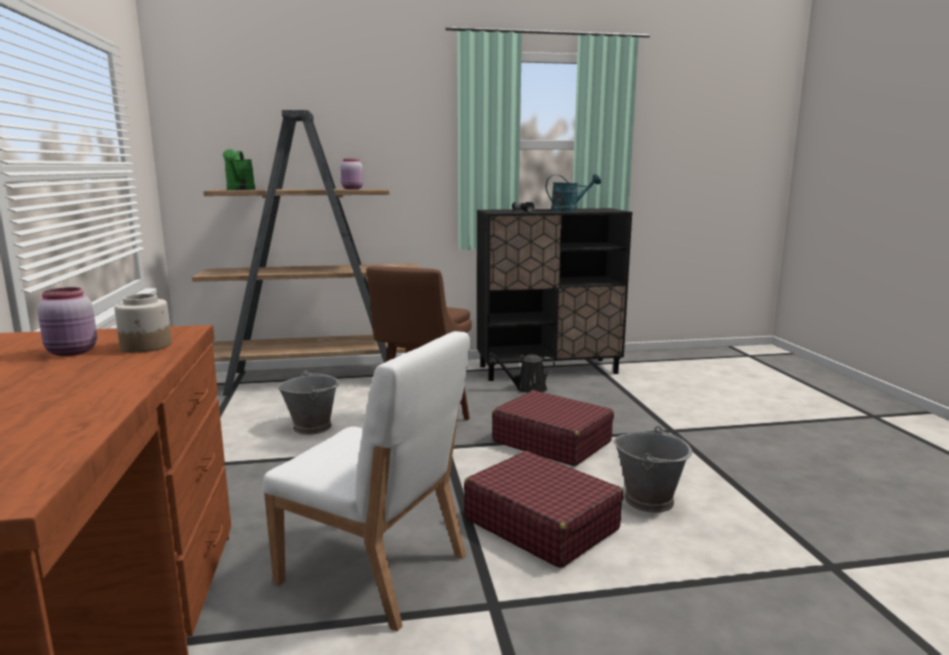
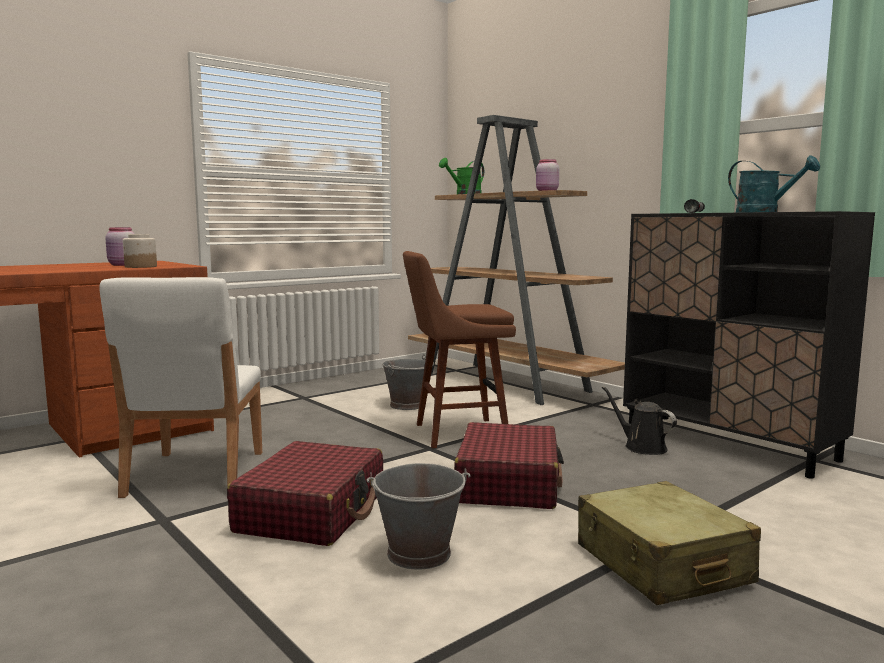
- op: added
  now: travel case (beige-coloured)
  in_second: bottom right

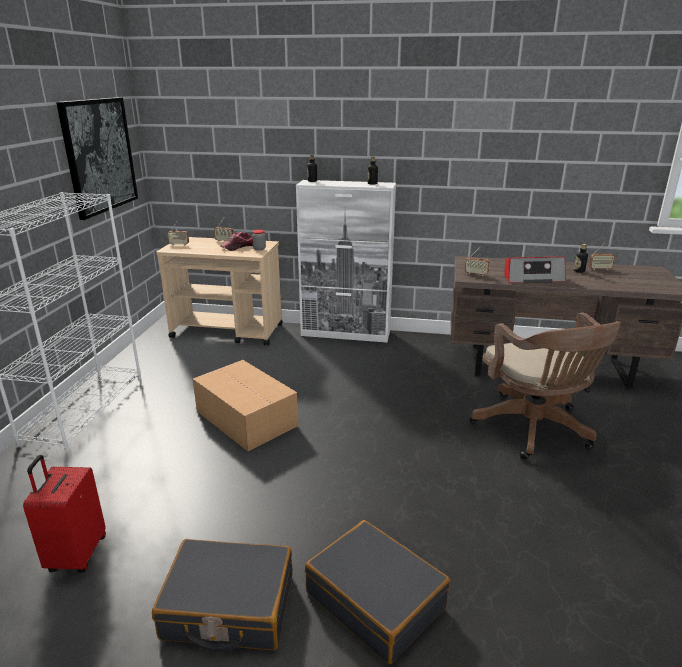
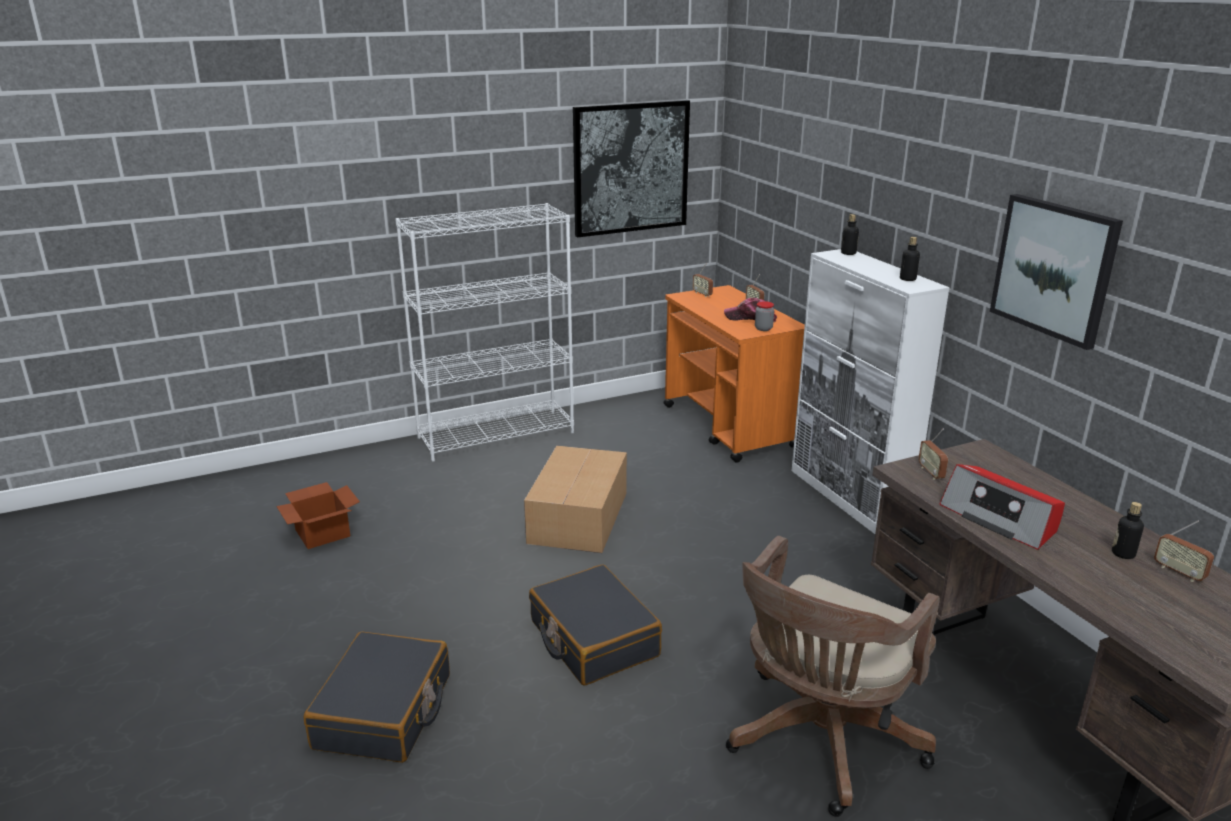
- op: replaced
  was: travel case (reddish)
  now: carton (1st from left)
  in_first: bottom left
  in_second: middle left
- op: moved
  was: travel case (blackish) (1st from left in the first image)
  now: travel case (blackish) (2nd from left)
  in_first: bottom left
  in_second: bottom centre
- op: recoloured
  was: trolley (beige-coloured)
  now: trolley (orange)
  in_first: middle left
  in_second: centre
- op: added
  now: picture (2nd from left)
  in_second: top right

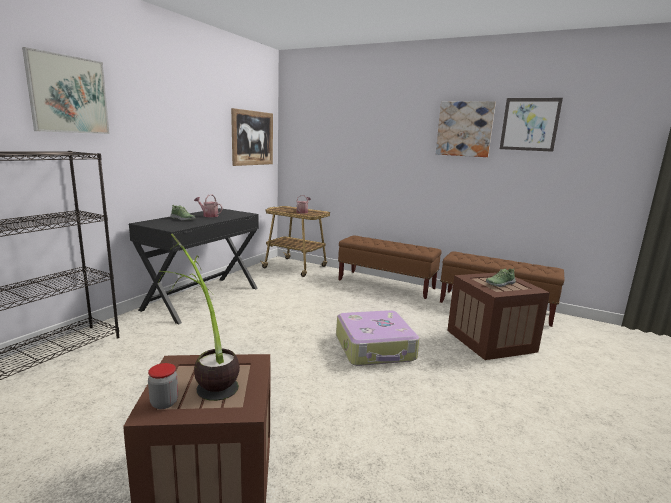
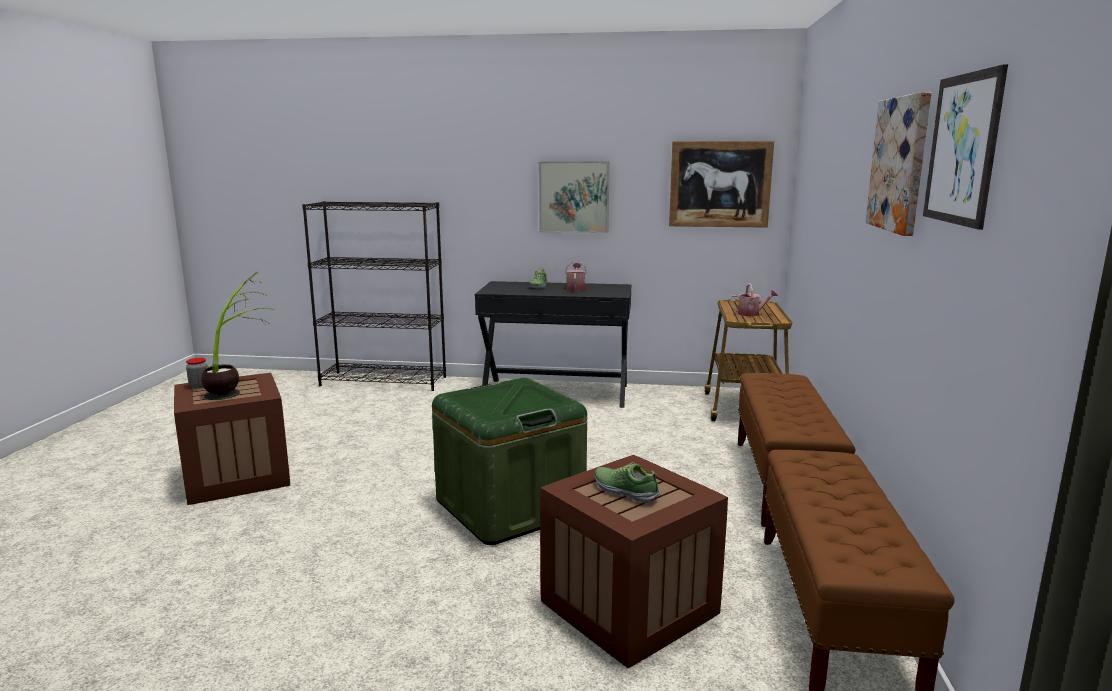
- op: moved
  was: picture (1st from left)
  in_first: top left
  in_second: top centre
- op: replaced
  was: travel case
  now: storage bin (greenish)
  in_first: bottom centre
  in_second: bottom centre

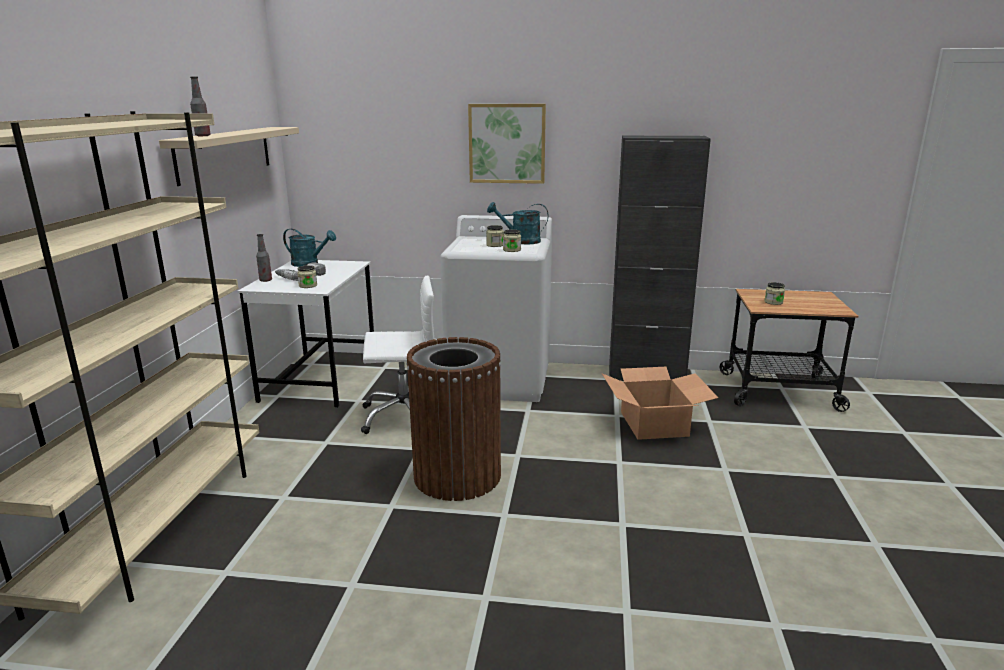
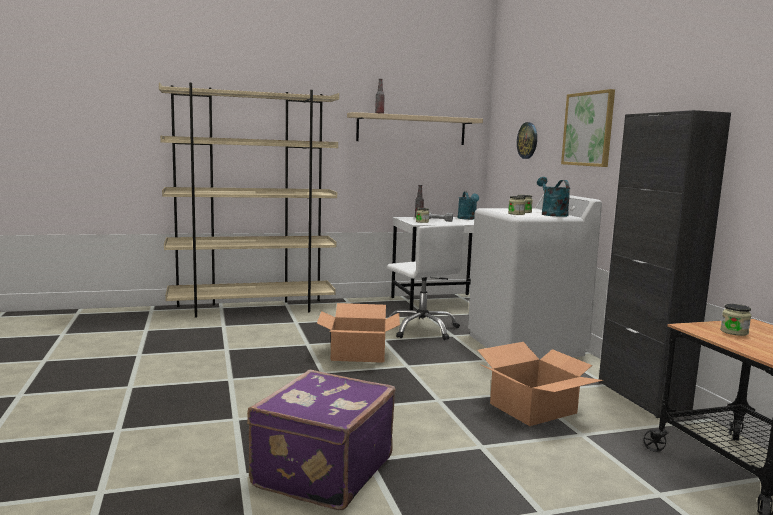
- op: replaced
  was: trash can (brownish)
  now: carton (1st from left)
  in_first: centre
  in_second: centre
- op: added
  now: travel case (purple-coloured)
  in_second: bottom centre
- op: added
  now: clock on the wall
  in_second: top right

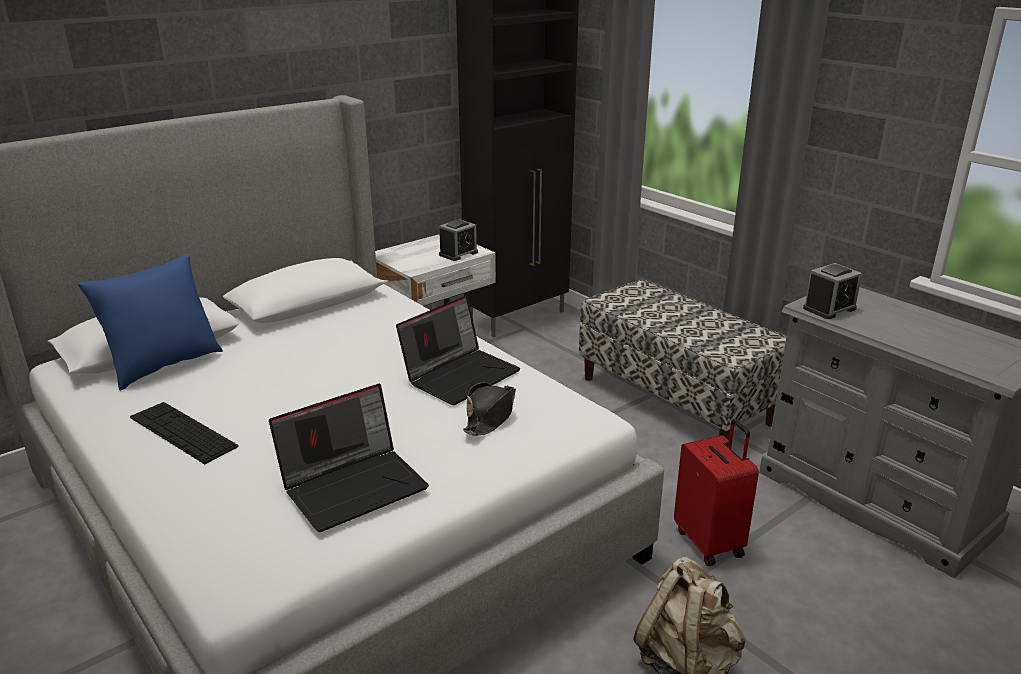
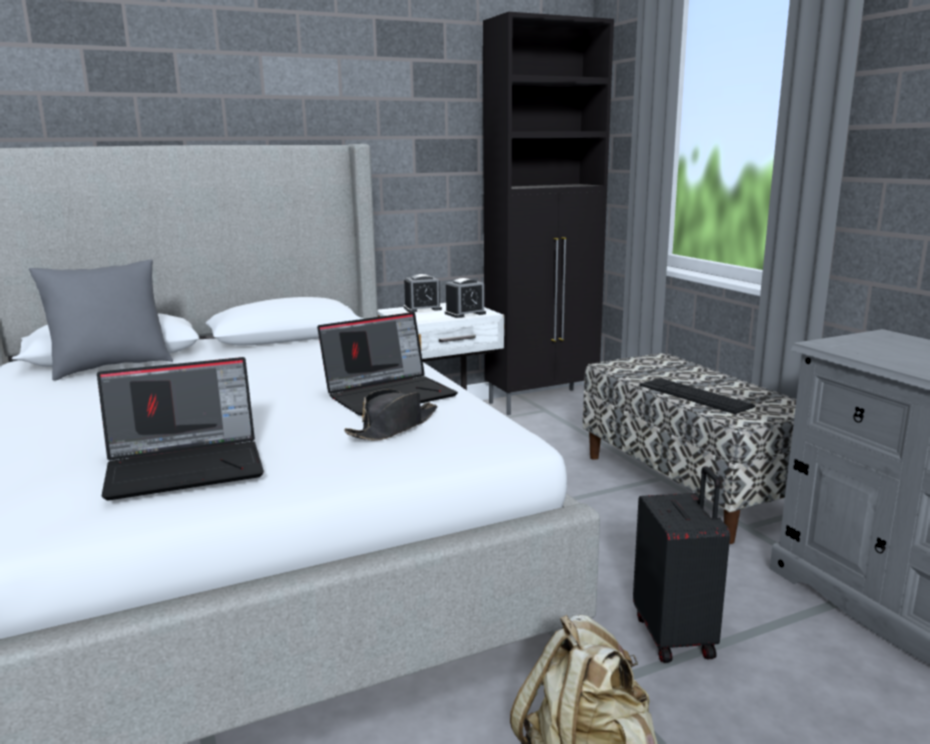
- op: recoloured
  was: pillow (blue)
  now: pillow (grey)
  in_first: middle left
  in_second: middle left
- op: moved
  was: PC keyboard
  in_first: middle left
  in_second: middle right
- op: recoloured
  was: travel case (reddish)
  now: travel case (blackish)
  in_first: bottom right
  in_second: bottom right
- op: moved
  was: bedside clock (2nd from left in the first image)
  now: bedside clock (1st from left)
  in_first: middle right
  in_second: centre

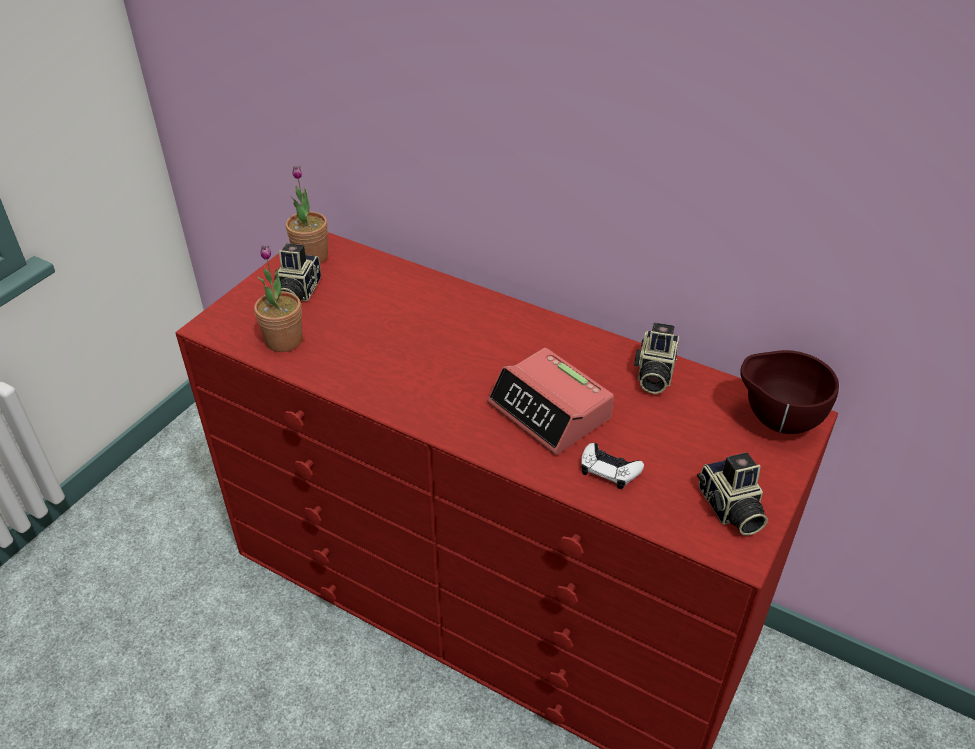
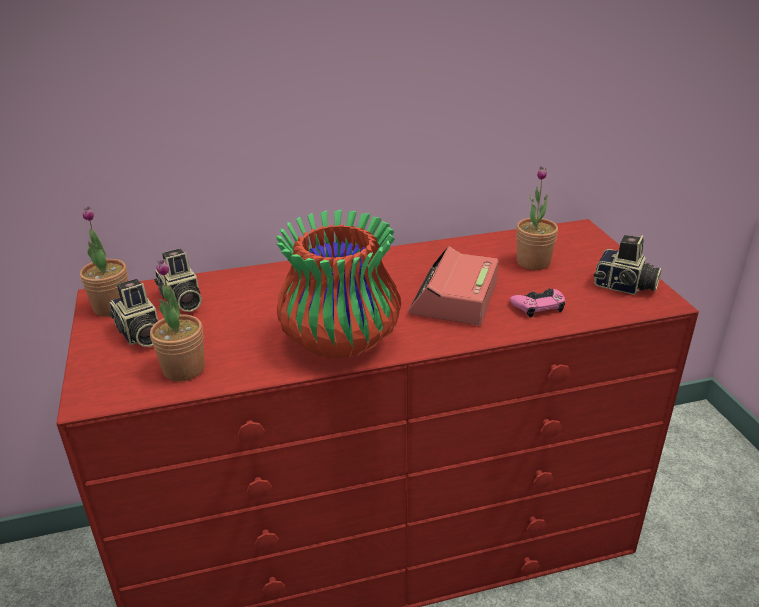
- op: turned
  was: bedside clock
  in_first: centre
  in_second: centre
  clockwise: 105
- op: recoloured
  was: joypad (white-coloured)
  now: joypad (pink-coloured)
  in_first: centre
  in_second: middle right
- op: moved
  was: still camera (2nd from left)
  in_first: middle right
  in_second: middle left
- op: removed
  was: bowl (brownish)
  in_first: middle right
- op: added
  now: vase
  in_second: centre
- op: added
  now: potted plant (3rd from left)
  in_second: middle right

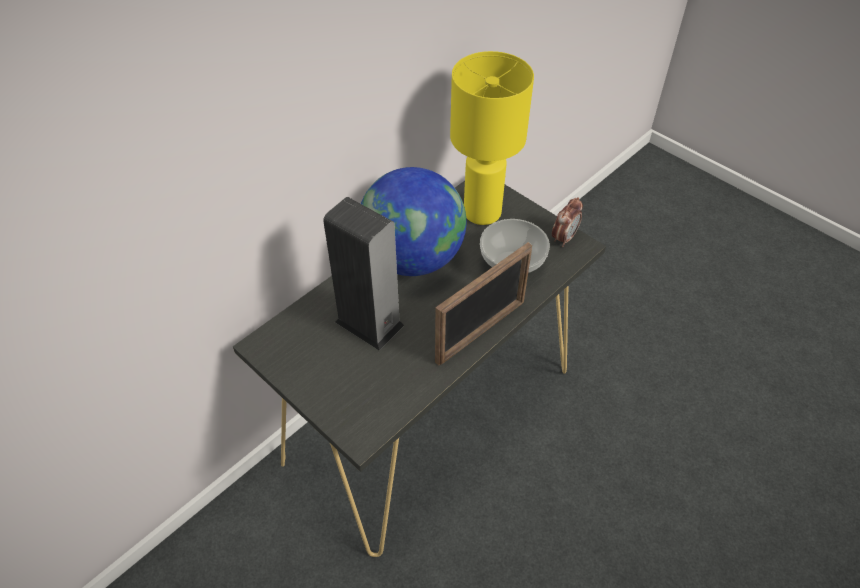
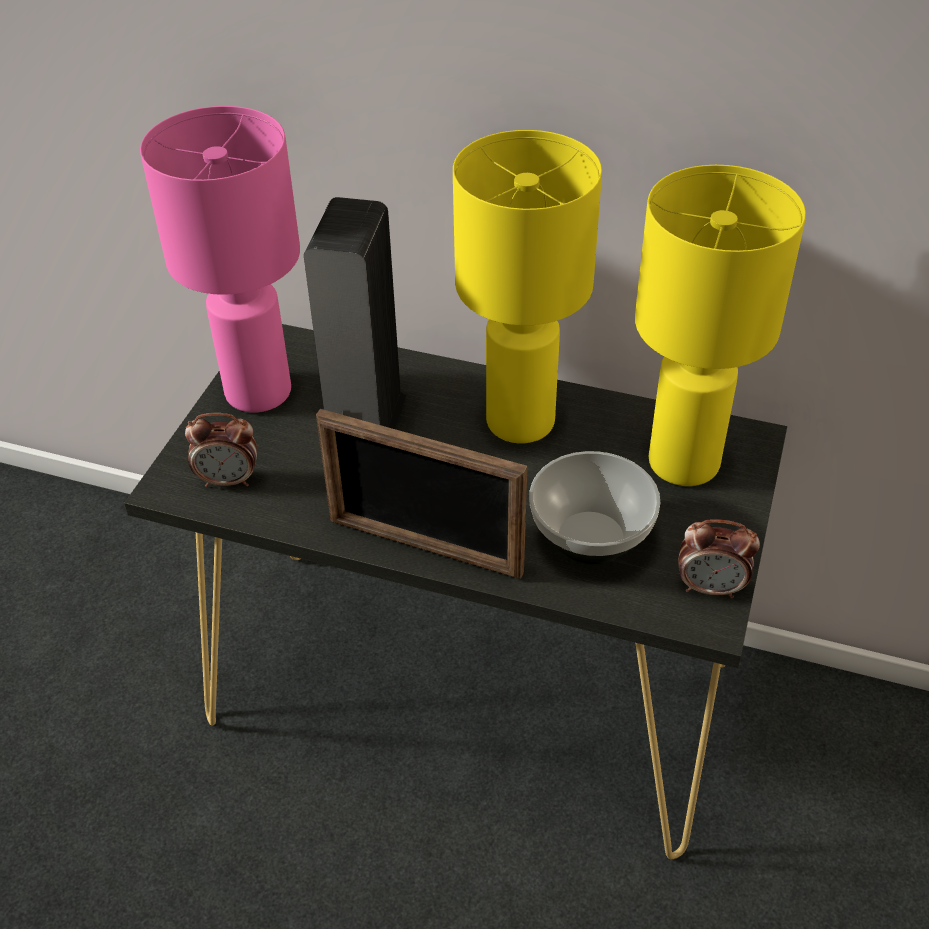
- op: replaced
  was: globe
  now: tabletop lamp (yellow) (1st from left)
  in_first: centre
  in_second: top centre
- op: added
  now: tabletop lamp (pink-coloured)
  in_second: top left
- op: added
  now: bedside clock (1st from left)
  in_second: middle left

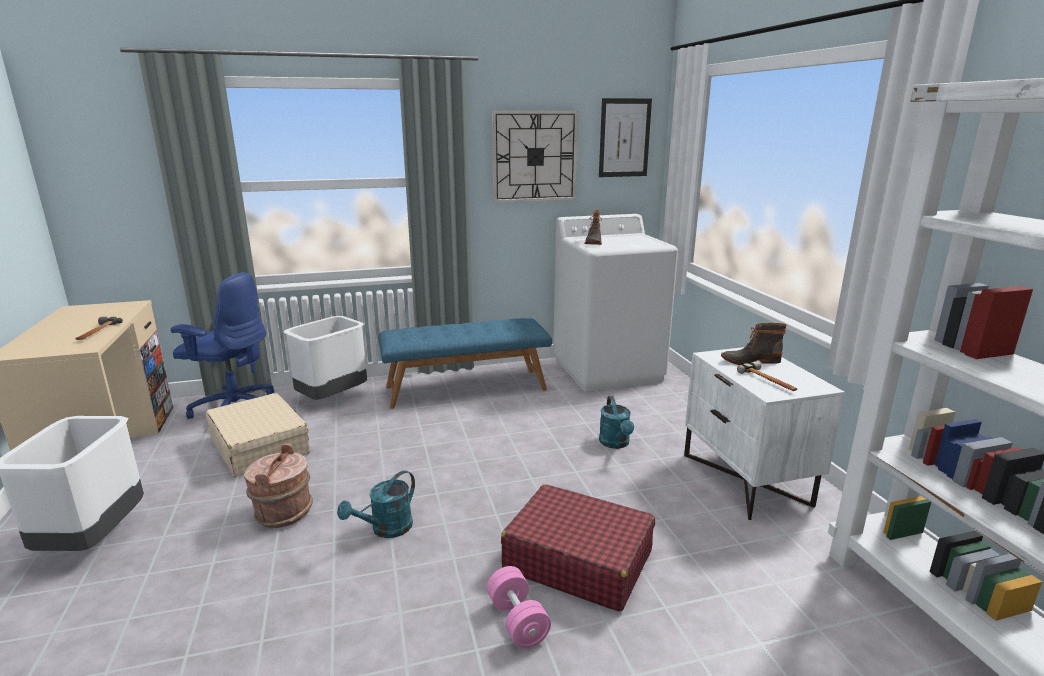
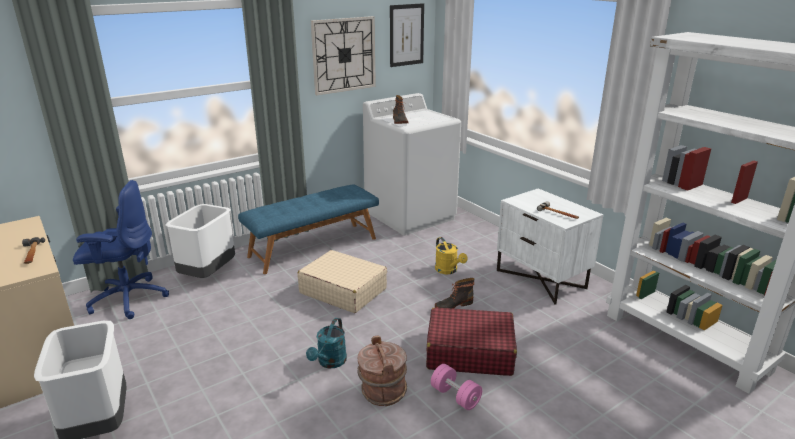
- op: moved
  was: travel case (beige-coloured)
  in_first: middle left
  in_second: centre
- op: moved
  was: bucket (brownish)
  in_first: bottom left
  in_second: bottom centre
- op: recoloured
  was: watering can (turquoise-coloured) (2nd from left)
  now: watering can (yellow)
  in_first: centre
  in_second: centre
- op: moved
  was: high-top boot (2nd from left)
  in_first: middle right
  in_second: bottom centre

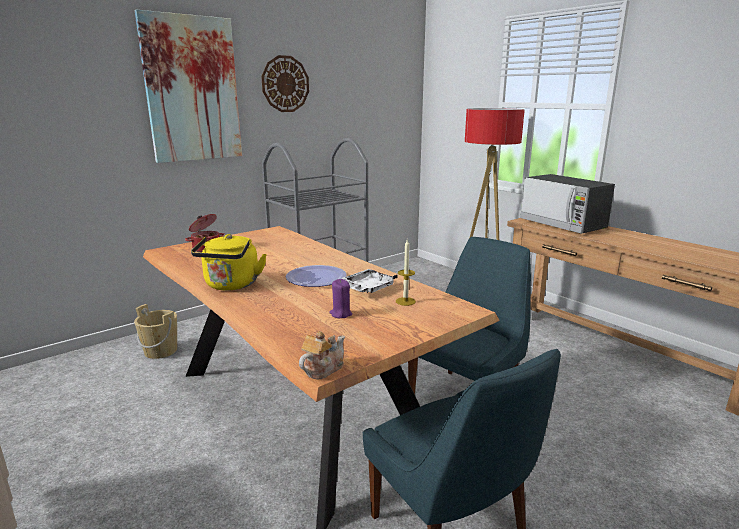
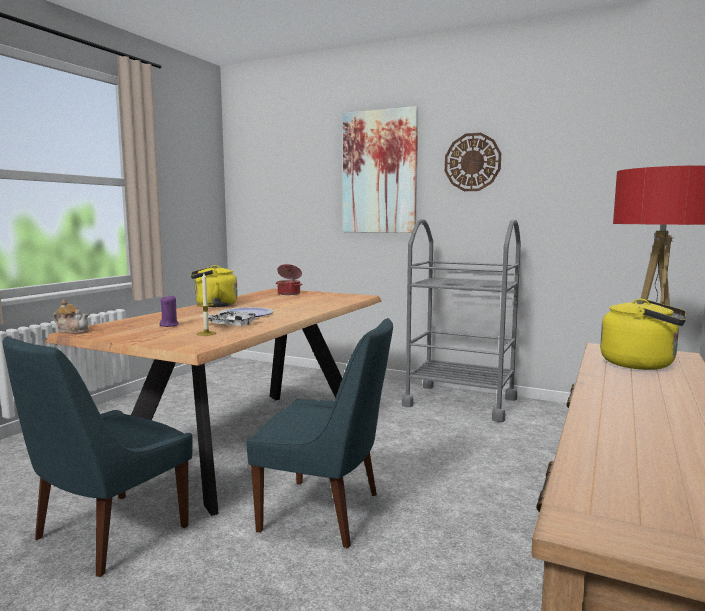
- op: removed
  was: bucket (beige-coloured)
  in_first: middle left
- op: replaced
  was: microwave oven
  now: tea kettle (yellow) (2nd from left)
  in_first: middle right
  in_second: middle right

